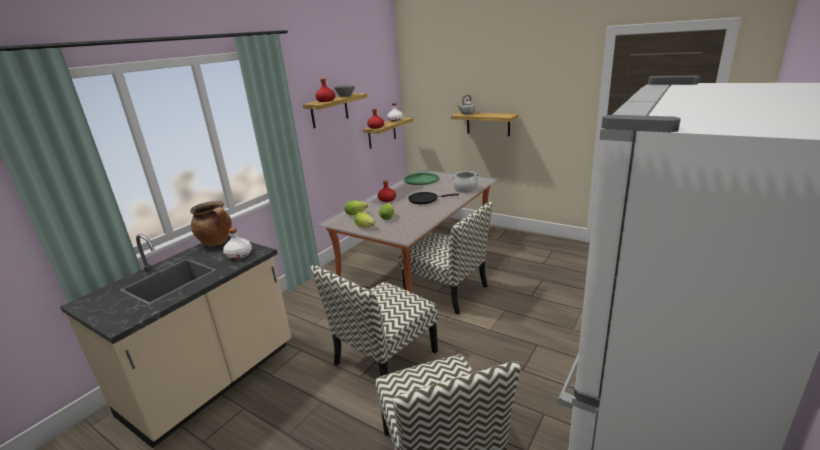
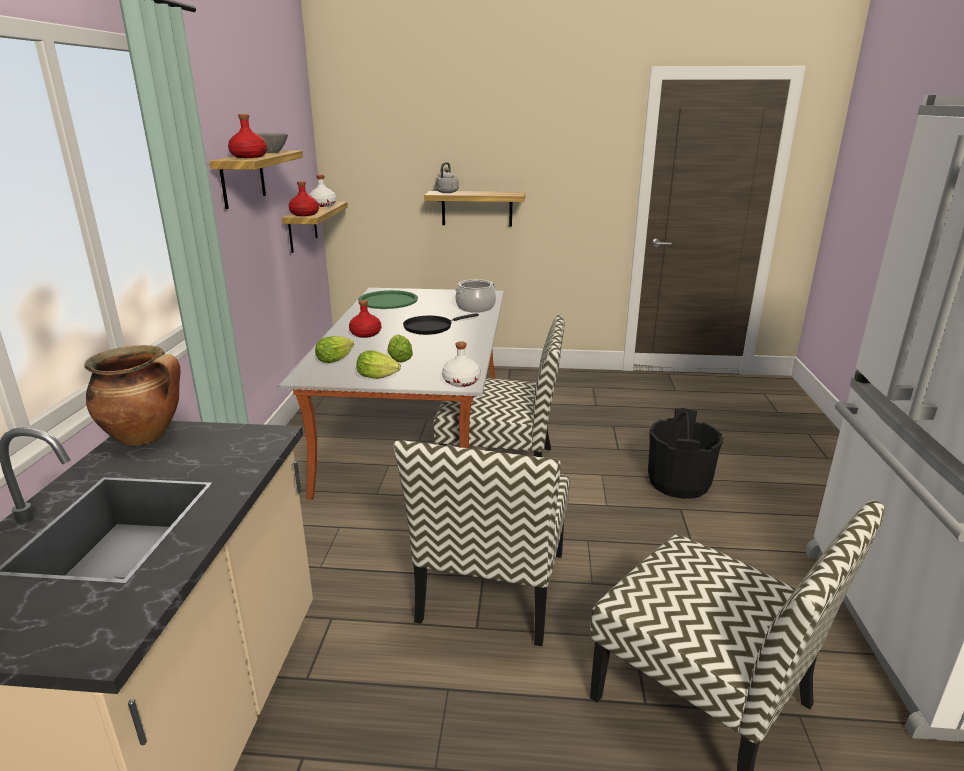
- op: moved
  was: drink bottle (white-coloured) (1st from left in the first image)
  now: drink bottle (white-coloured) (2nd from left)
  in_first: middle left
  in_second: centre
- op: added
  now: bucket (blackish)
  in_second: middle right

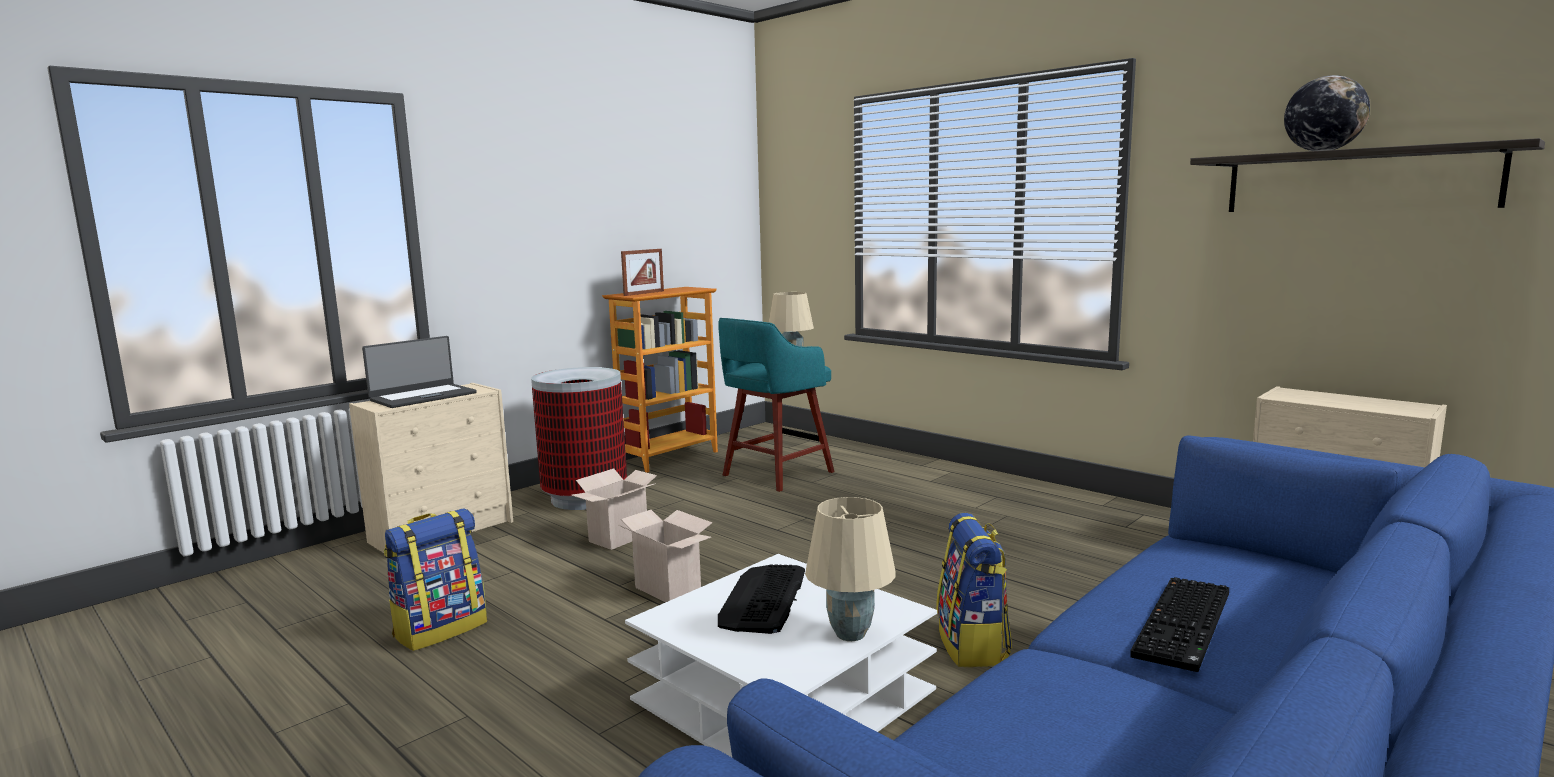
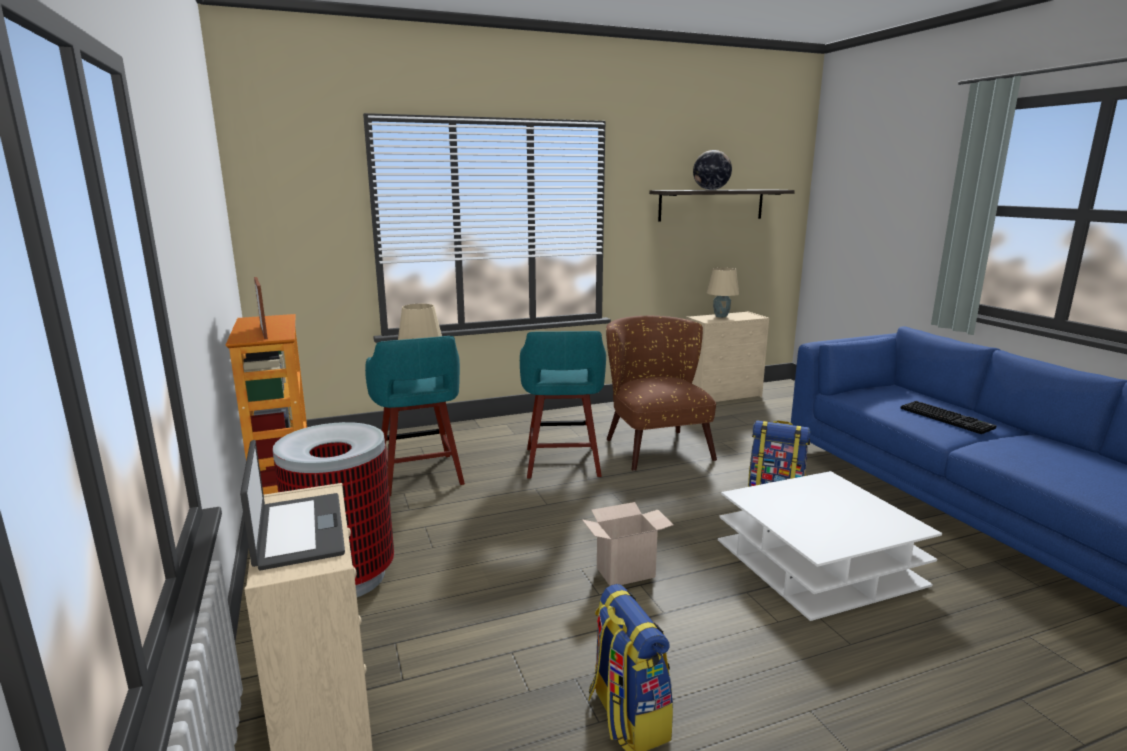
- op: removed
  was: carton (1st from left)
  in_first: centre
- op: removed
  was: PC keyboard (1st from left)
  in_first: bottom centre
- op: moved
  was: tabletop lamp (beige-coloured) (2nd from left)
  in_first: bottom centre
  in_second: centre
- op: added
  now: sitting stool (turquoise-coloured) (2nd from left)
  in_second: centre
- op: added
  now: lounge chair (brownish)
  in_second: centre

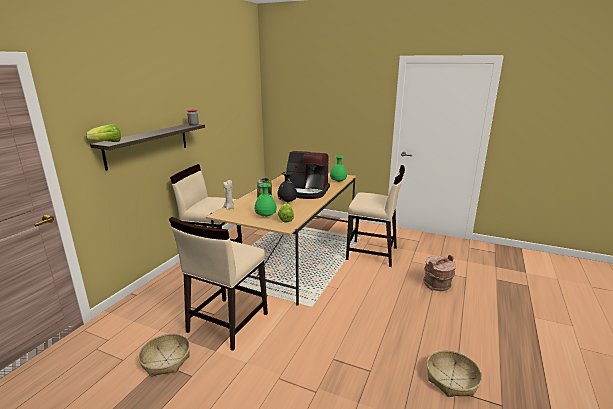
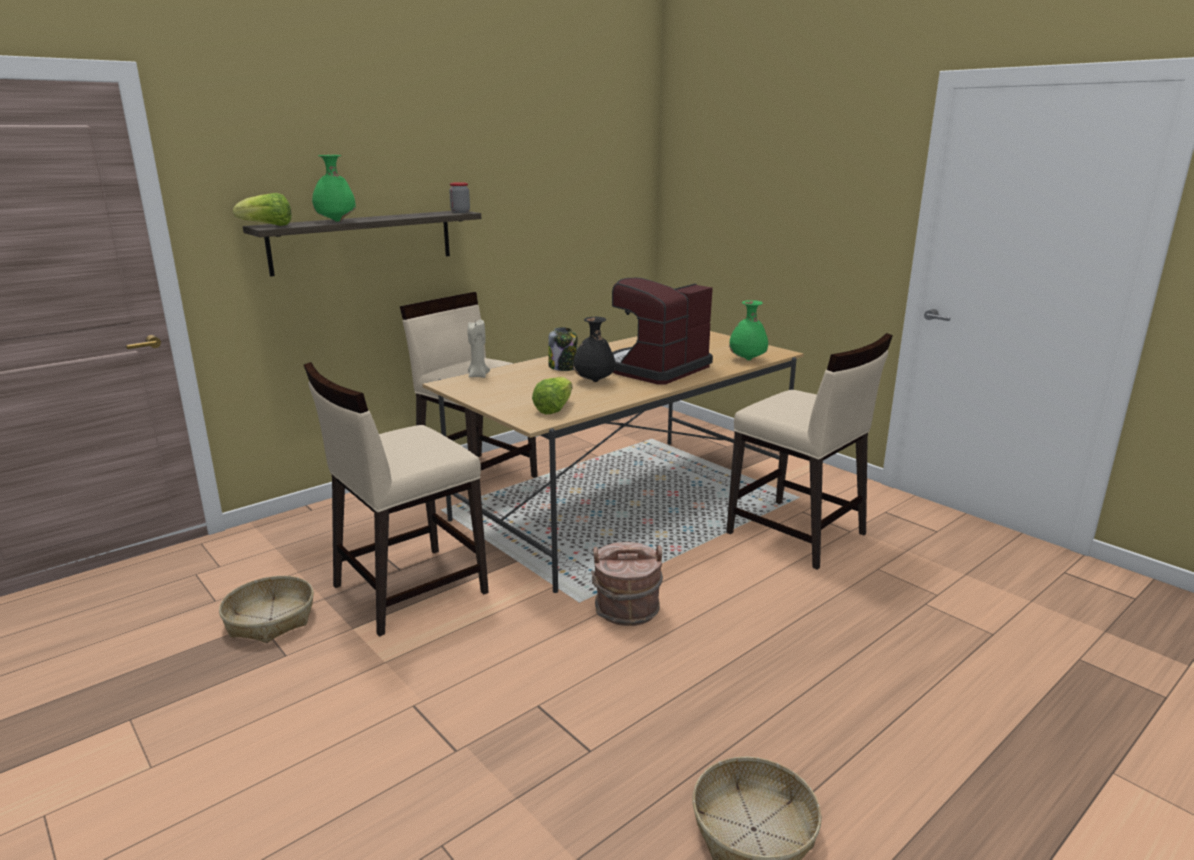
- op: moved
  was: vase (greenish) (1st from left)
  in_first: centre
  in_second: top left
- op: turned
  was: coffee machine
  in_first: centre
  in_second: centre
  clockwise: 90
- op: moved
  was: bucket (brownish)
  in_first: bottom right
  in_second: bottom centre

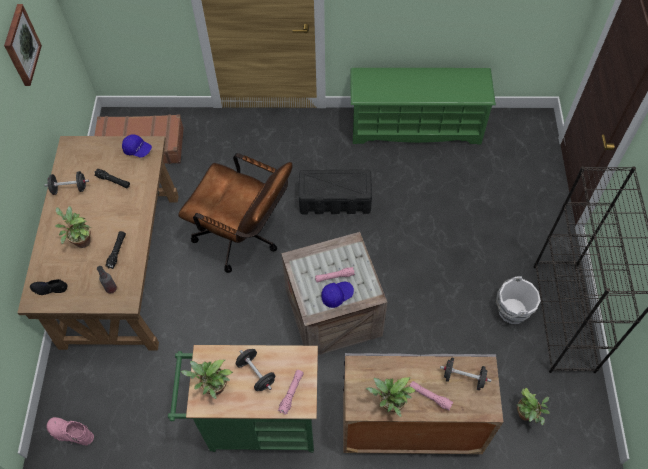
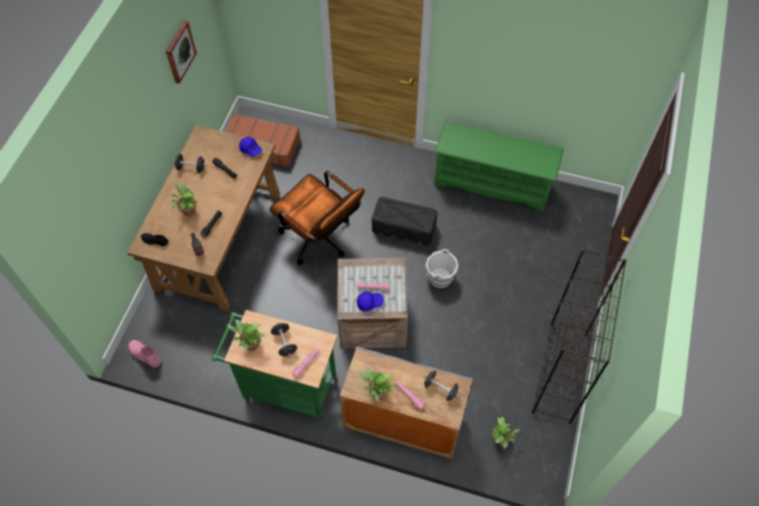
- op: moved
  was: bucket (white-coloured)
  in_first: middle right
  in_second: centre

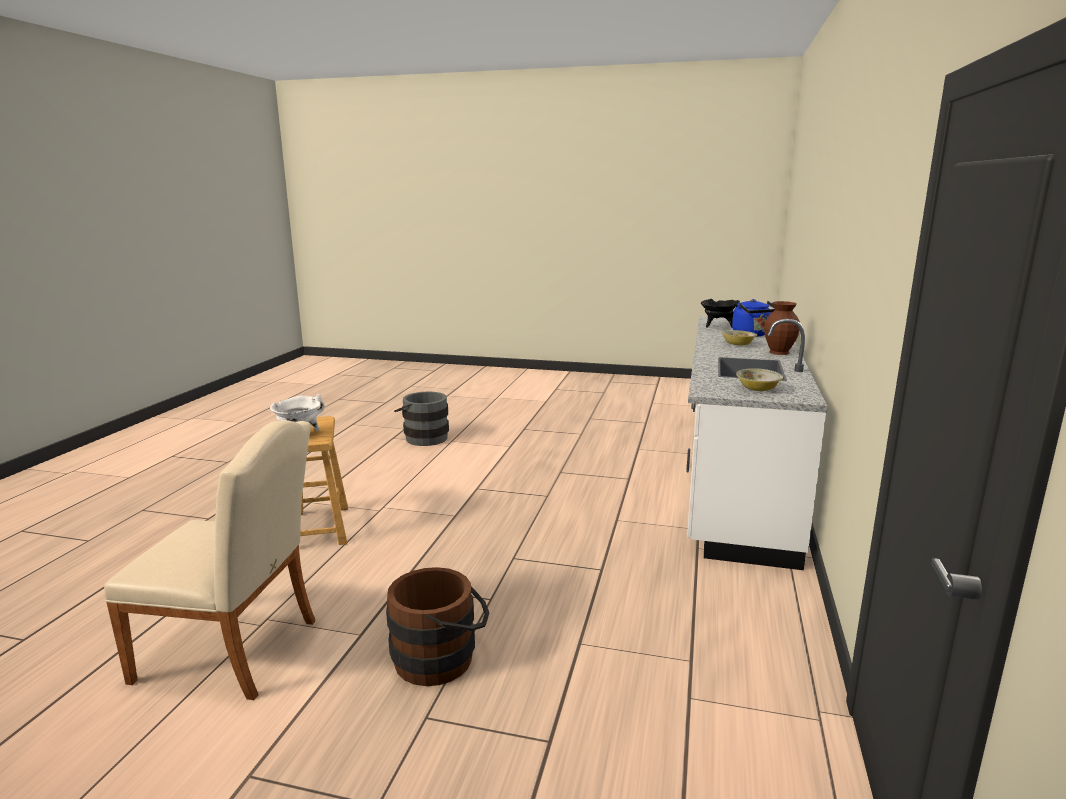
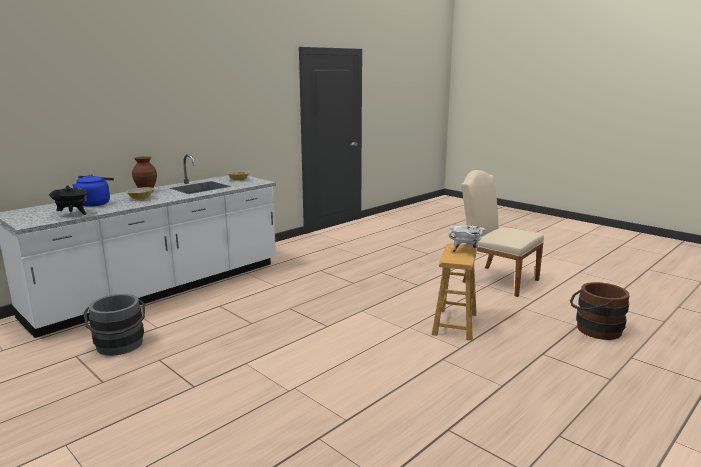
- op: moved
  was: bucket (brownish)
  in_first: bottom centre
  in_second: middle right
- op: moved
  was: bucket (grey)
  in_first: centre
  in_second: bottom left

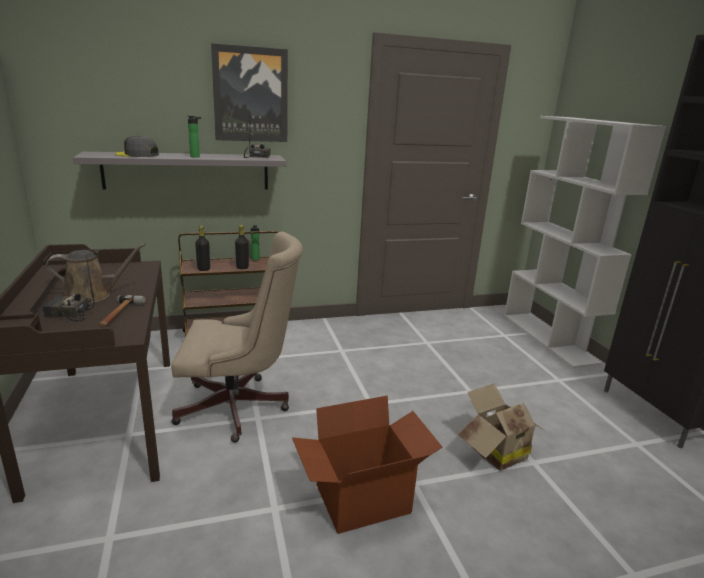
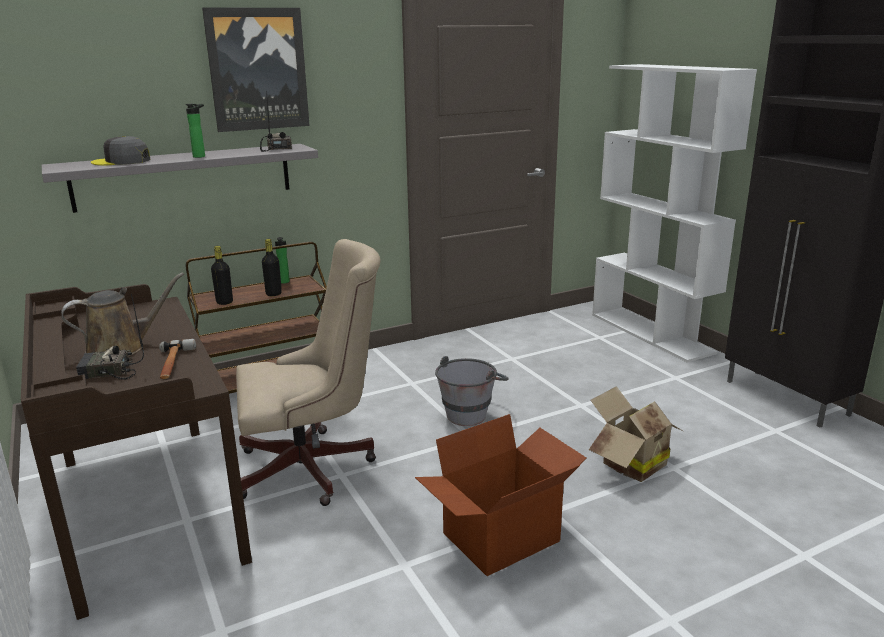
- op: added
  now: bucket (grey)
  in_second: centre

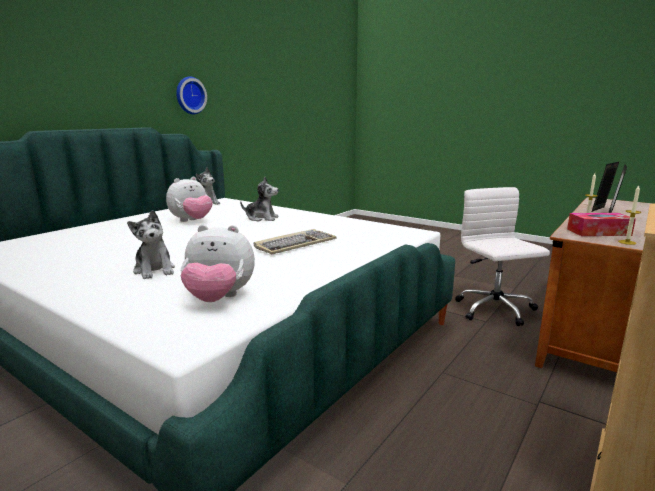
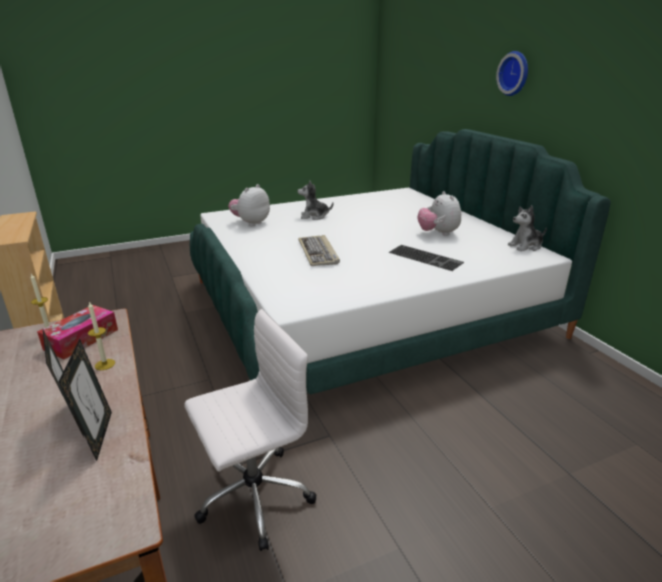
- op: moved
  was: clock on the wall
  in_first: top left
  in_second: top right
- op: replaced
  was: plush toy (5th from left)
  now: PC keyboard (2nd from left)
  in_first: centre
  in_second: centre
- op: turned
  was: computer chair (white-coloured)
  in_first: middle right
  in_second: bottom centre
  clockwise: -45

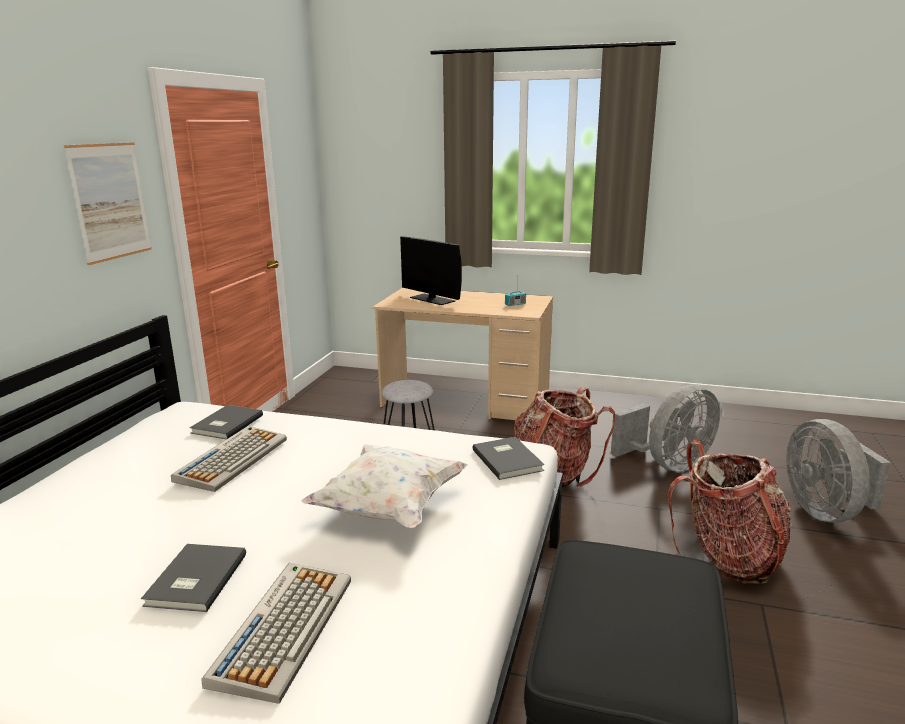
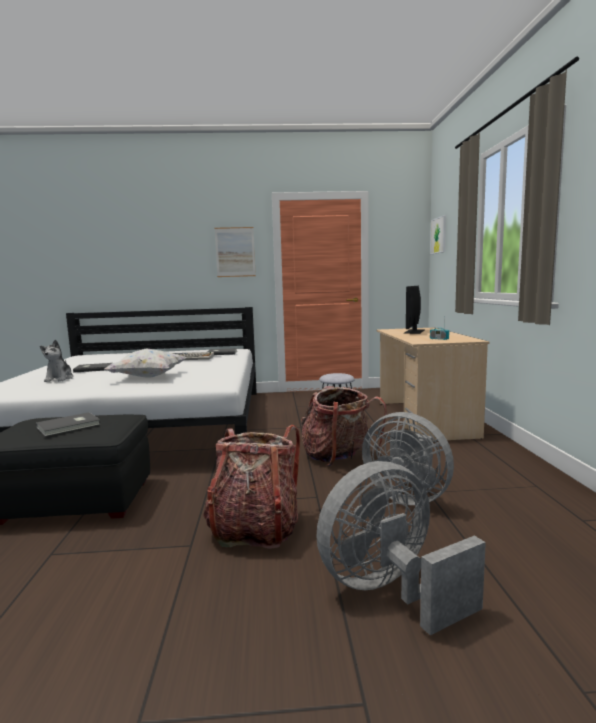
- op: replaced
  was: PC keyboard (2nd from left)
  now: plush toy
  in_first: bottom left
  in_second: middle left
- op: moved
  was: book (grey) (3rd from left in the first image)
  now: book (grey) (1st from left)
  in_first: centre
  in_second: middle left
- op: added
  now: picture (2nd from left)
  in_second: top right

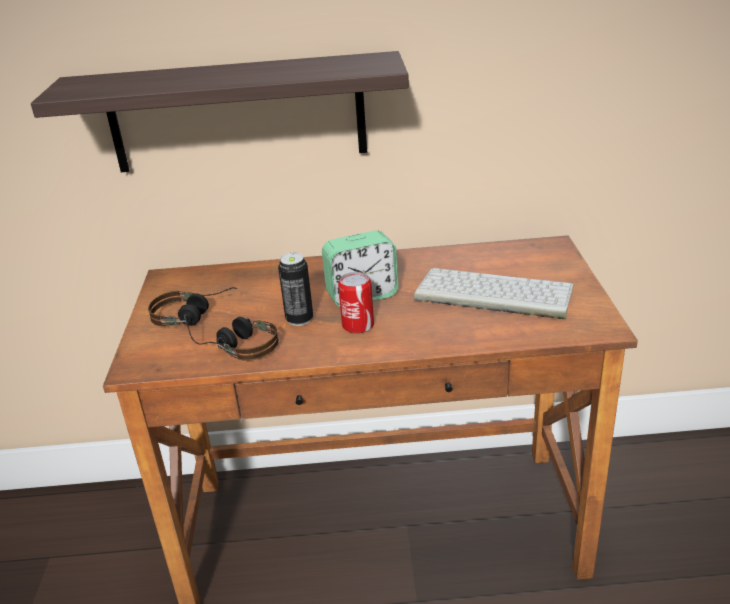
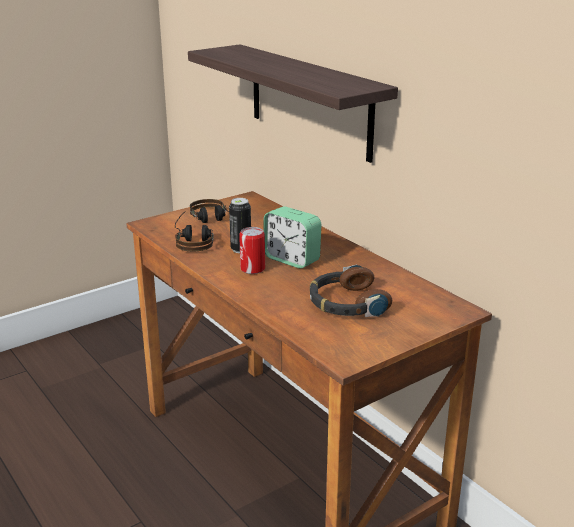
- op: replaced
  was: PC keyboard
  now: headset (3rd from left)
  in_first: middle right
  in_second: centre

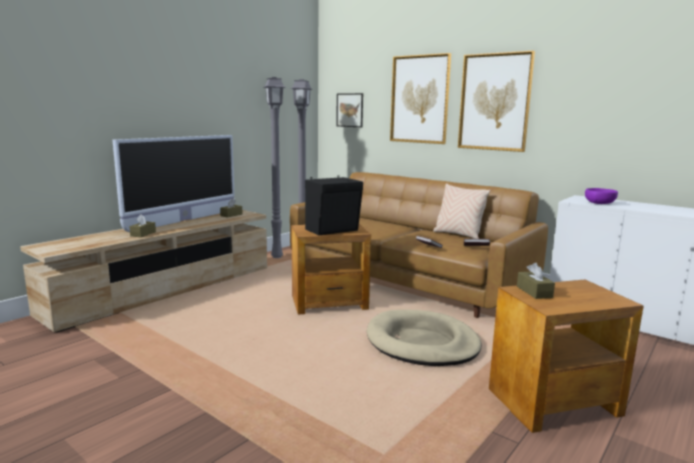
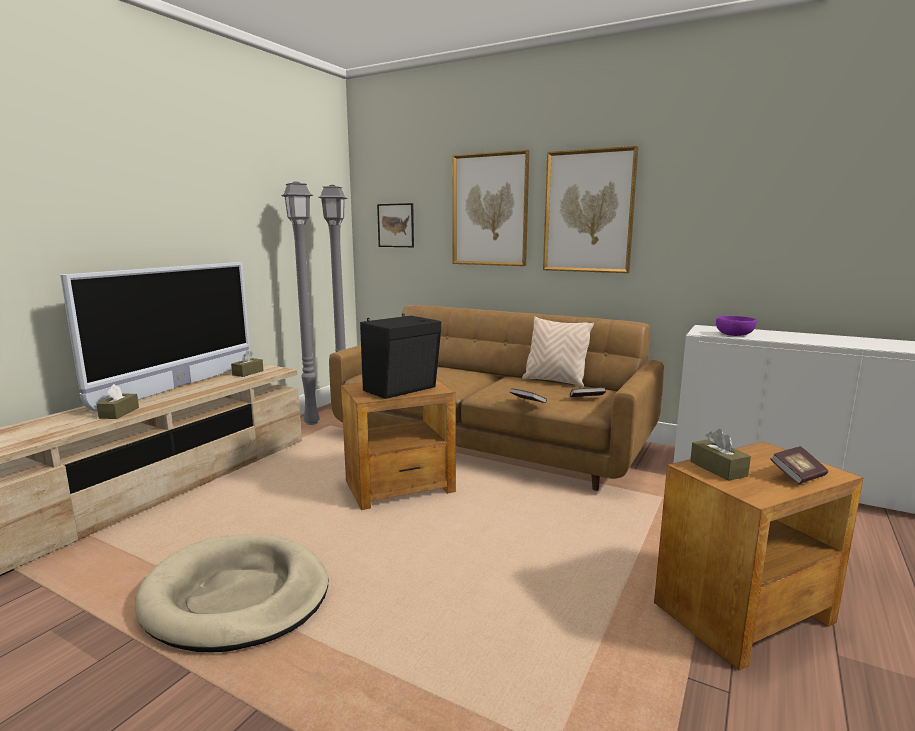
- op: moved
  was: pet bed (beige-coloured)
  in_first: bottom centre
  in_second: bottom left
- op: added
  now: book (3rd from left)
  in_second: middle right

